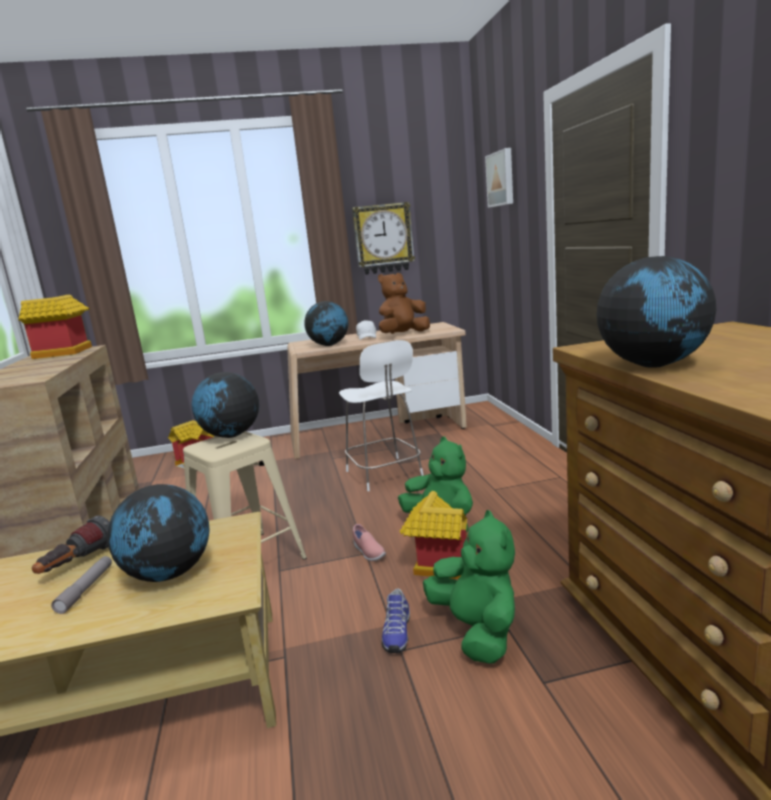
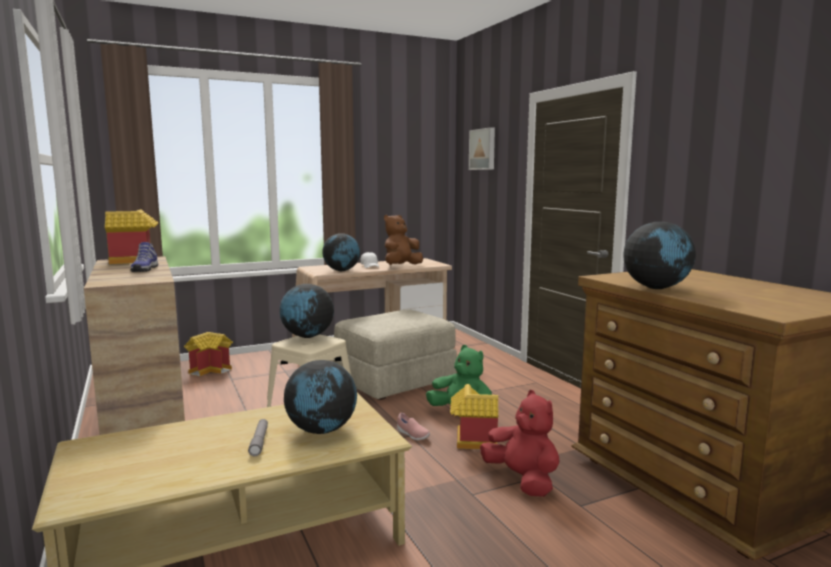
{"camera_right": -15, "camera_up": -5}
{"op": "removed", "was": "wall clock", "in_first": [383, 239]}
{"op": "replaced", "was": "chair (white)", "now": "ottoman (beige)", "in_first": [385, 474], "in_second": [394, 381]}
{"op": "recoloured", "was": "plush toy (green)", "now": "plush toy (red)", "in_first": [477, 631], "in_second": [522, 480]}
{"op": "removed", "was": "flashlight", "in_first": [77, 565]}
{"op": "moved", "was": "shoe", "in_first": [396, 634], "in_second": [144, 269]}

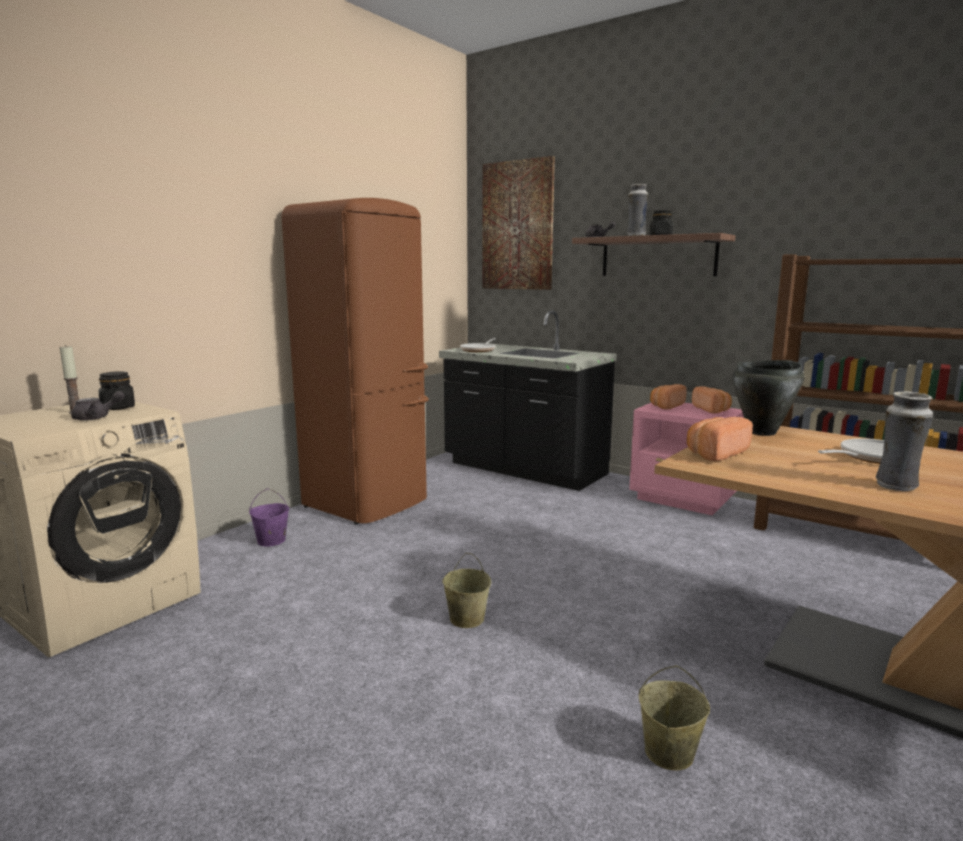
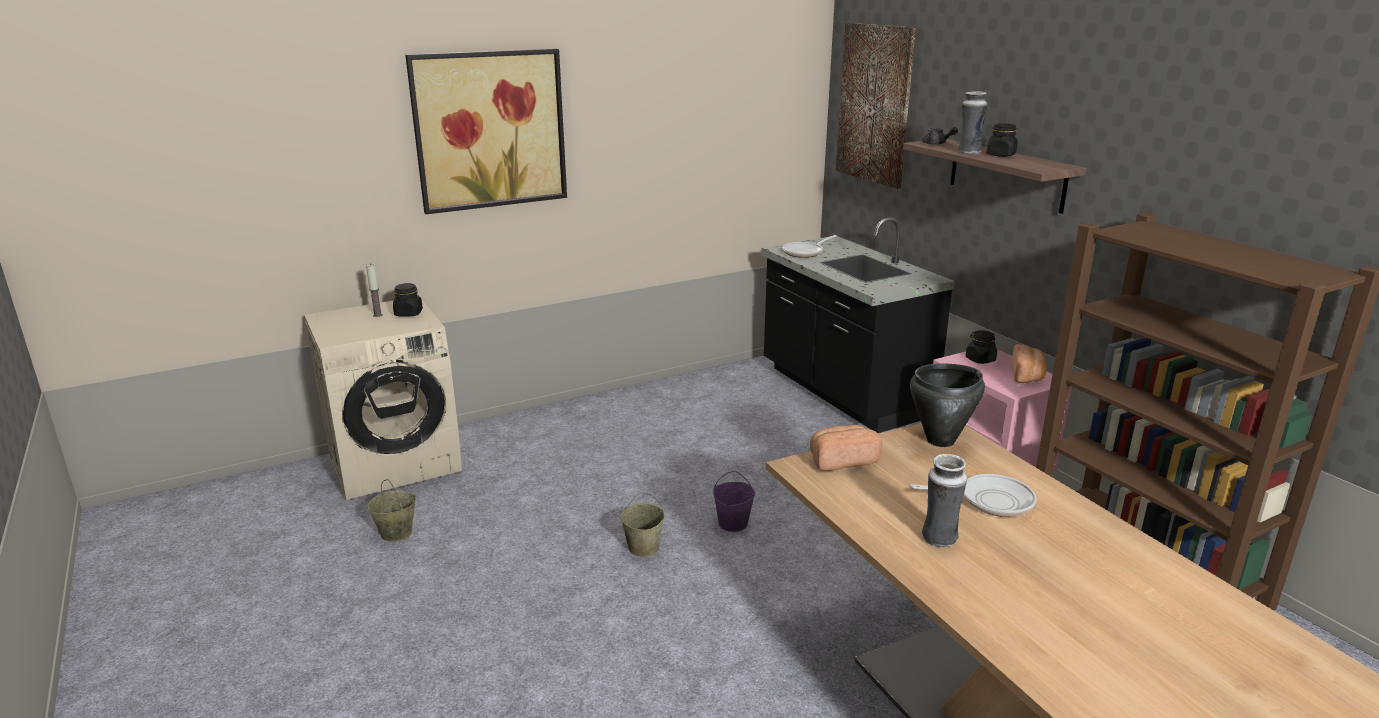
{"camera_right": 25, "camera_up": 10}
{"op": "removed", "was": "fridge (brown)", "in_first": [369, 503]}
{"op": "replaced", "was": "bread", "now": "jar (black)", "in_first": [666, 406], "in_second": [980, 359]}
{"op": "removed", "was": "teapot (grey)", "in_first": [97, 418]}
{"op": "moved", "was": "bucket (purple)", "in_first": [271, 541], "in_second": [732, 524]}
{"op": "moved", "was": "bucket (beige)", "in_first": [668, 753], "in_second": [396, 533]}
{"op": "added", "now": "picture", "in_second": [490, 130]}

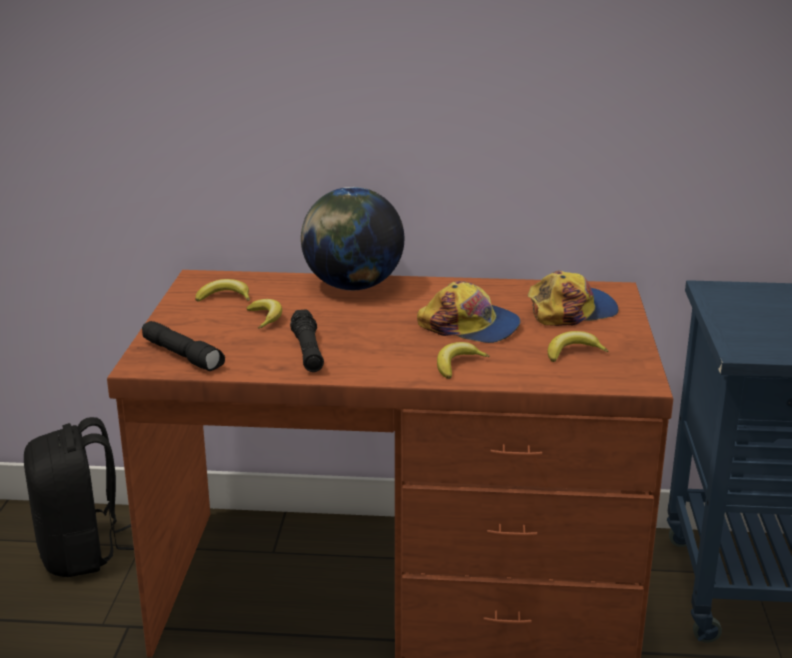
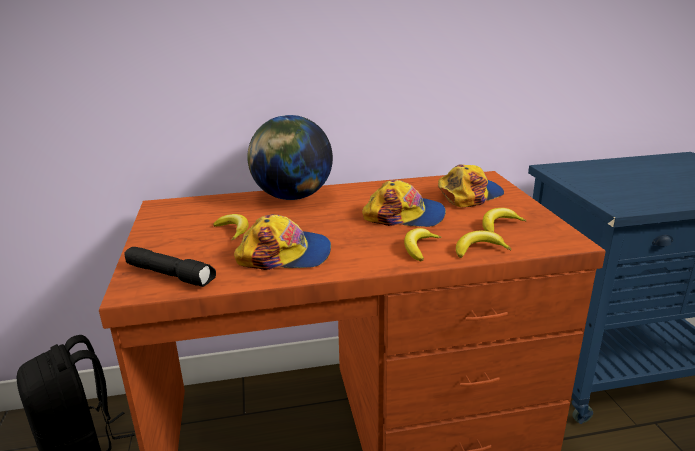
{"camera_right": -15, "camera_up": 0}
{"op": "moved", "was": "banana", "in_first": [224, 297], "in_second": [479, 249]}
{"op": "replaced", "was": "flashlight (black)", "now": "cap", "in_first": [308, 351], "in_second": [285, 254]}

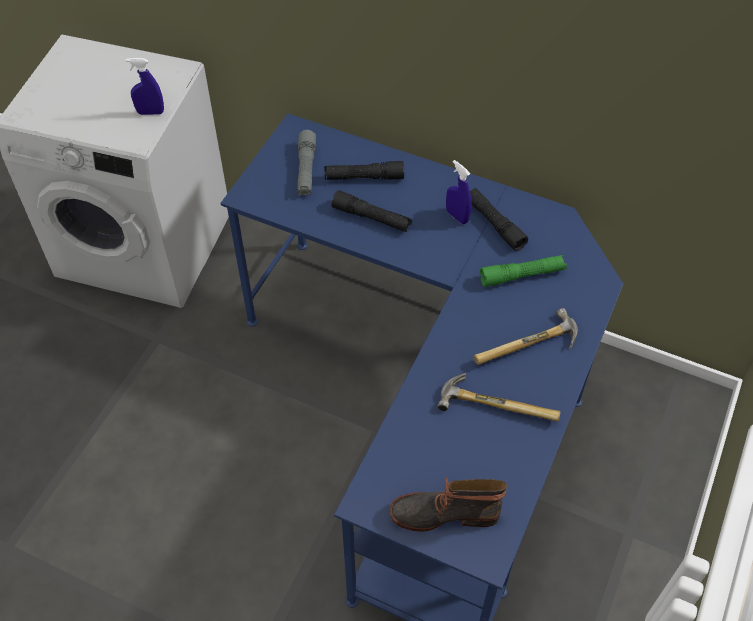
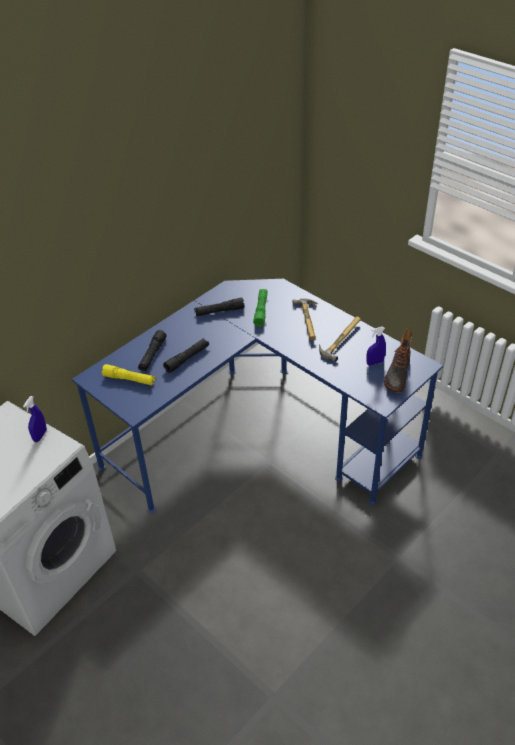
{"camera_right": -70, "camera_up": -10}
{"op": "recoloured", "was": "flashlight (grey)", "now": "flashlight (yellow)", "in_first": [306, 169], "in_second": [129, 379]}
{"op": "moved", "was": "spray bottle (blue)", "in_first": [457, 216], "in_second": [375, 362]}

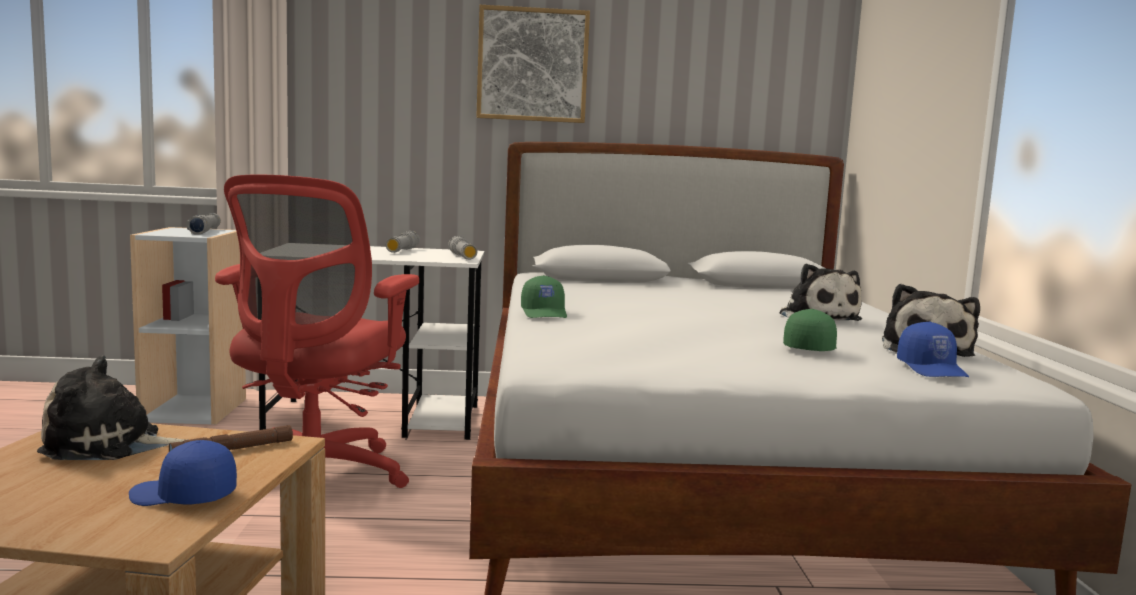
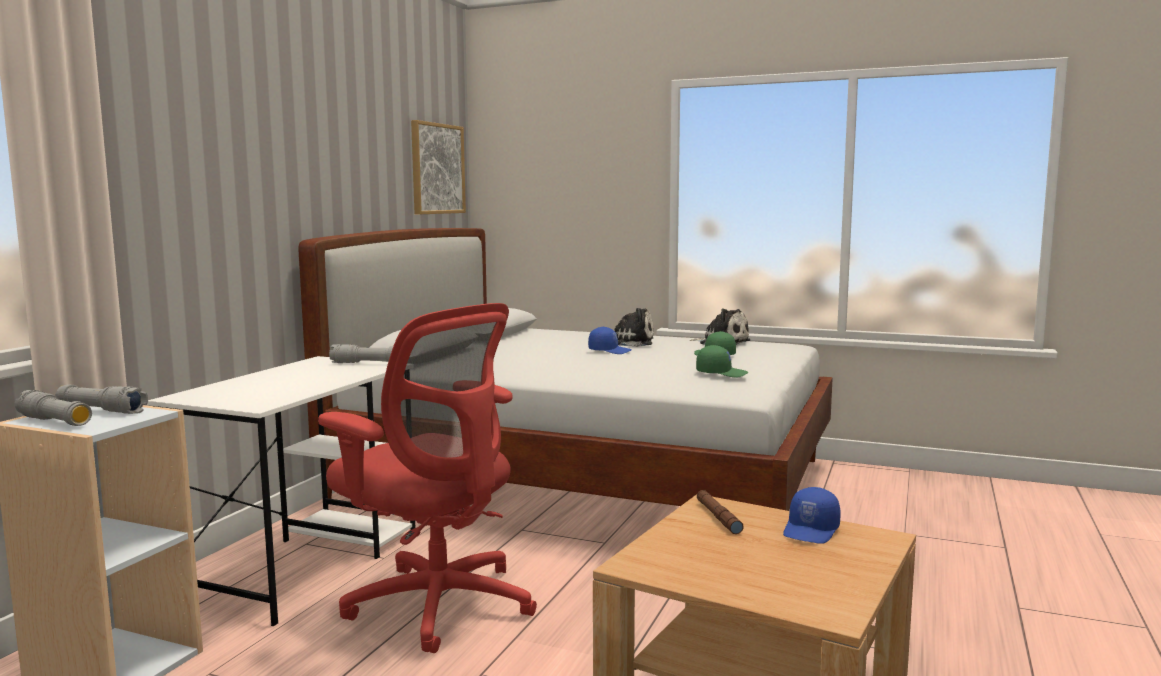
{"camera_right": -65, "camera_up": 0}
{"op": "moved", "was": "picture", "in_first": [532, 65], "in_second": [437, 169]}
{"op": "moved", "was": "flashlight (grey)", "in_first": [402, 251], "in_second": [55, 422]}
{"op": "moved", "was": "cap (green)", "in_first": [545, 313], "in_second": [721, 373]}
{"op": "moved", "was": "cap (blue)", "in_first": [933, 369], "in_second": [609, 351]}
{"op": "removed", "was": "plush toy", "in_first": [108, 445]}

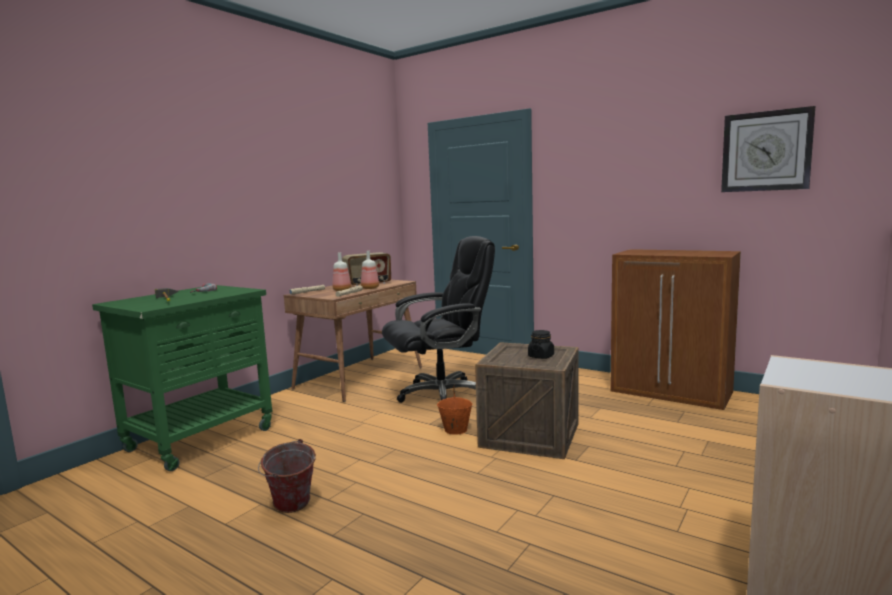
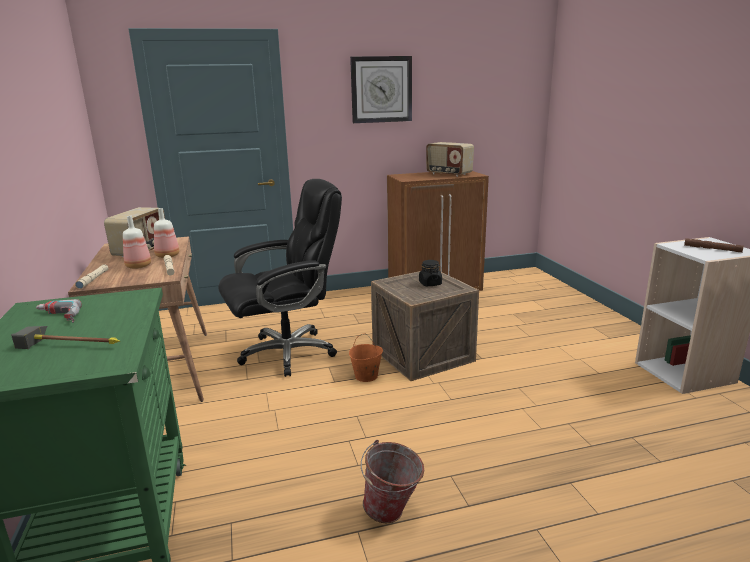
{"camera_right": -50, "camera_up": 10}
{"op": "moved", "was": "wall clock", "in_first": [766, 151], "in_second": [381, 89]}
{"op": "turned", "was": "office chair (black)", "in_first": [439, 395], "in_second": [285, 353], "clockwise": 45}
{"op": "added", "now": "radio", "in_second": [448, 174]}
{"op": "added", "now": "flashlight (brown)", "in_second": [712, 249]}

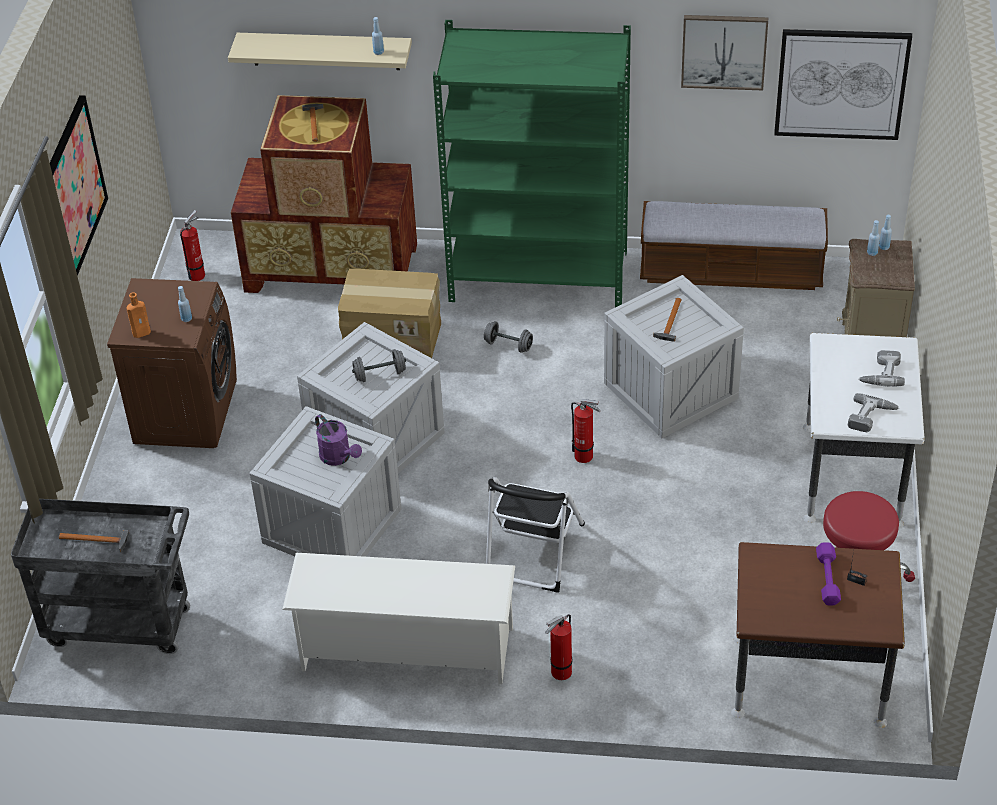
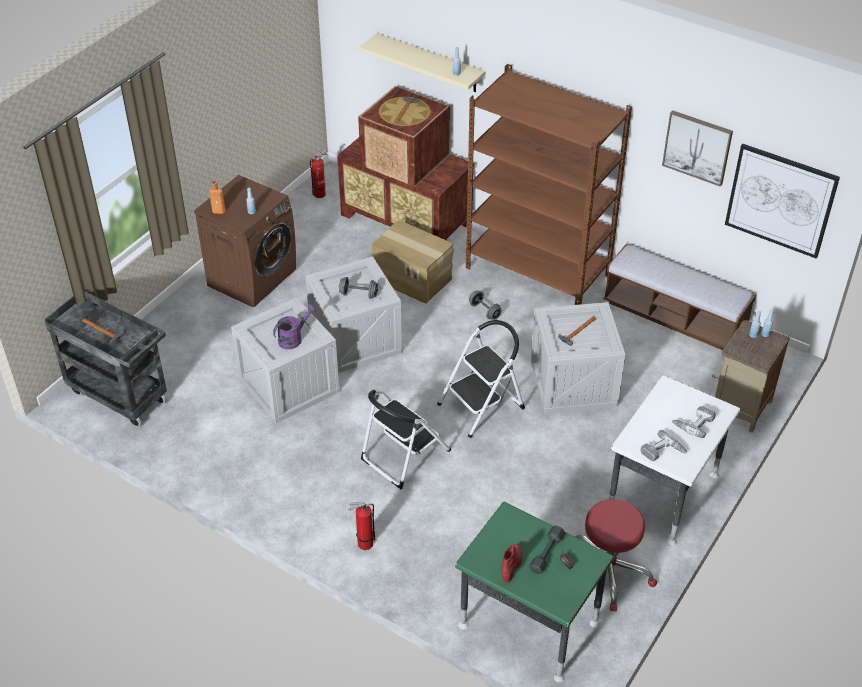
{"camera_right": 25, "camera_up": 0}
{"op": "recoloured", "was": "bookcase (green)", "now": "bookcase (brown)", "in_first": [539, 276], "in_second": [537, 272]}
{"op": "removed", "was": "picture", "in_first": [74, 187]}
{"op": "replaced", "was": "fire extinguisher", "now": "step ladder", "in_first": [586, 457], "in_second": [483, 405]}
{"op": "turned", "was": "watering can (purple)", "in_first": [339, 458], "in_second": [293, 338], "clockwise": -120}
{"op": "recoloured", "was": "desk (brown)", "now": "desk (green)", "in_first": [807, 680], "in_second": [528, 624]}
{"op": "recoloured", "was": "dumbbell (purple)", "now": "dumbbell (grey)", "in_first": [828, 578], "in_second": [546, 553]}
{"op": "removed", "was": "shoe rack (white)", "in_first": [405, 649]}
{"op": "added", "now": "boot (red)", "in_second": [511, 565]}

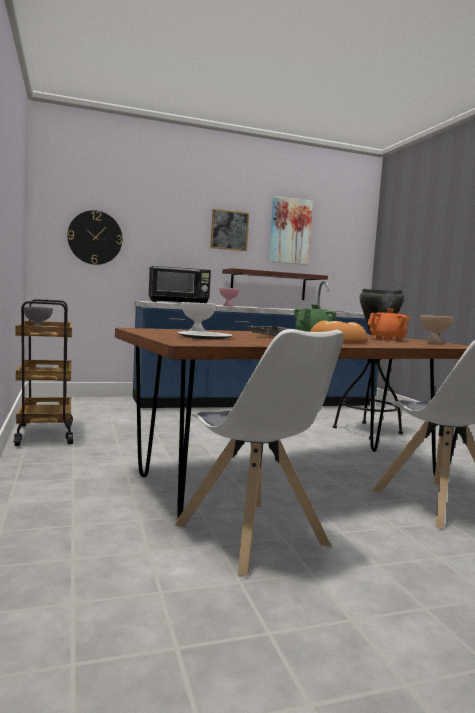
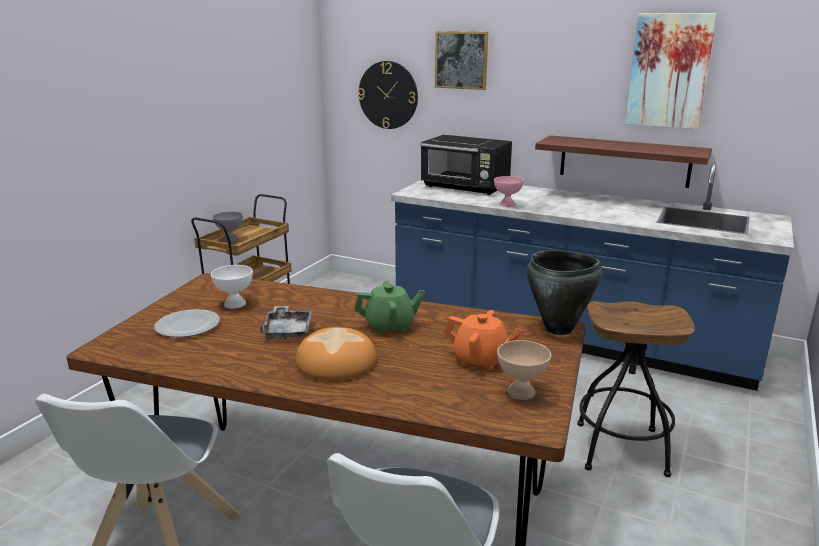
{"camera_right": 45, "camera_up": 15}
{"op": "moved", "was": "picture", "in_first": [229, 230], "in_second": [461, 60]}

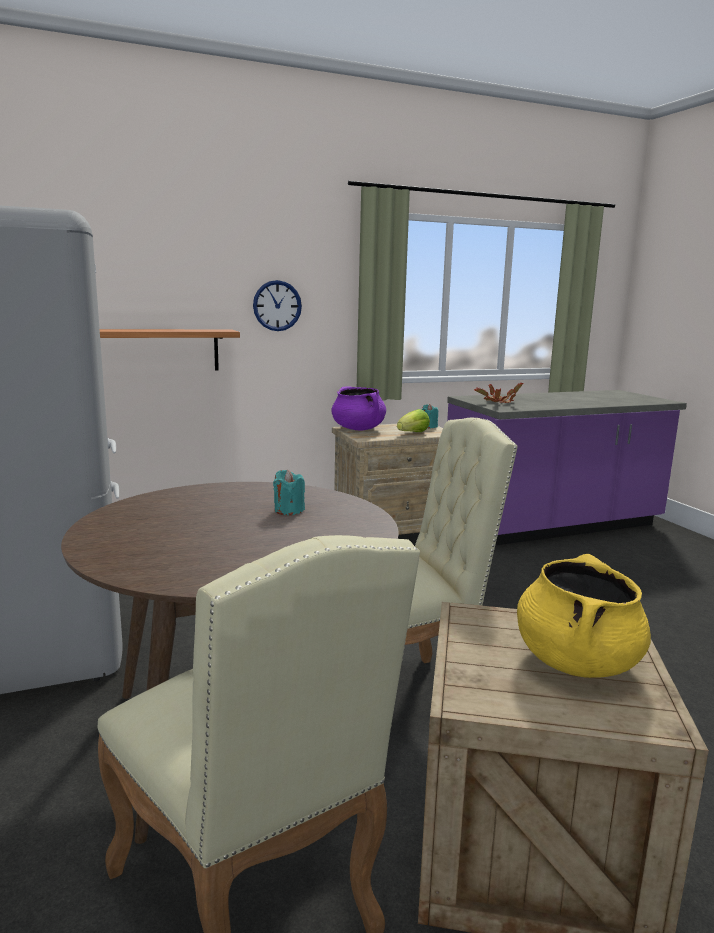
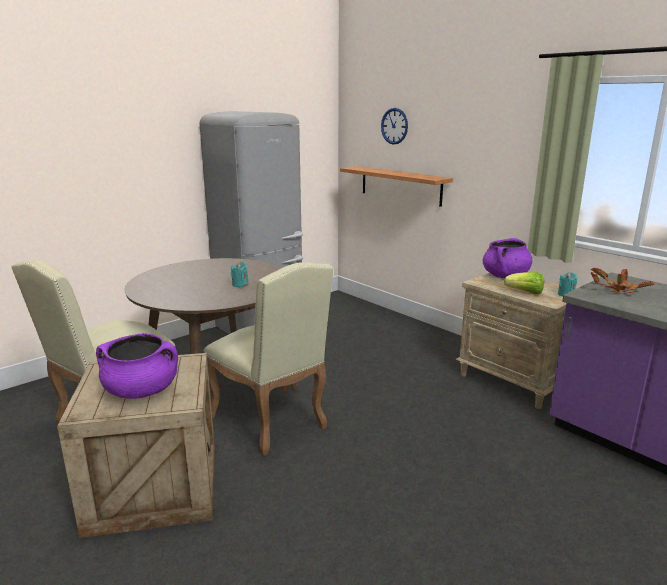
{"camera_right": 70, "camera_up": 5}
{"op": "moved", "was": "wall clock", "in_first": [277, 305], "in_second": [394, 126]}
{"op": "recoloured", "was": "cooking pot (yellow)", "now": "cooking pot (purple)", "in_first": [576, 661], "in_second": [142, 391]}

